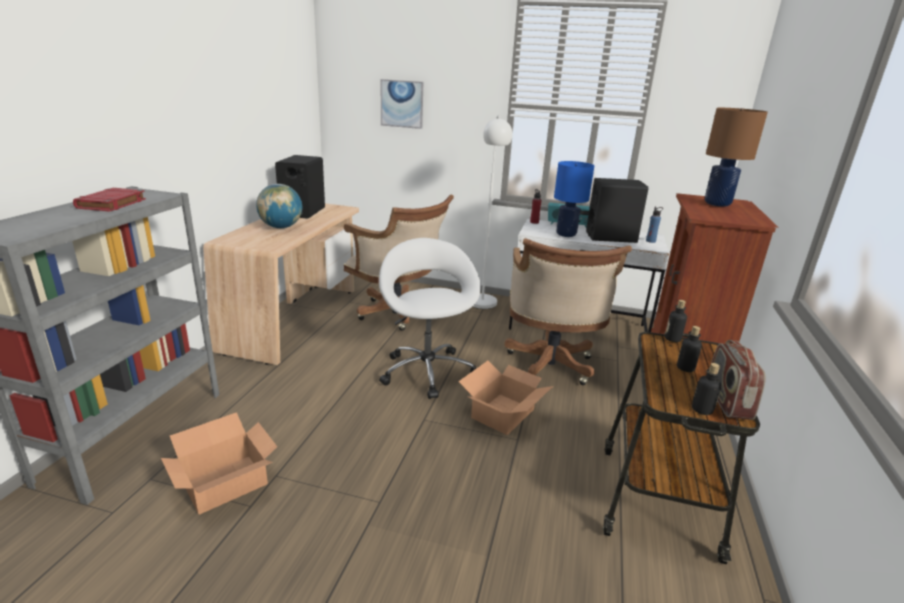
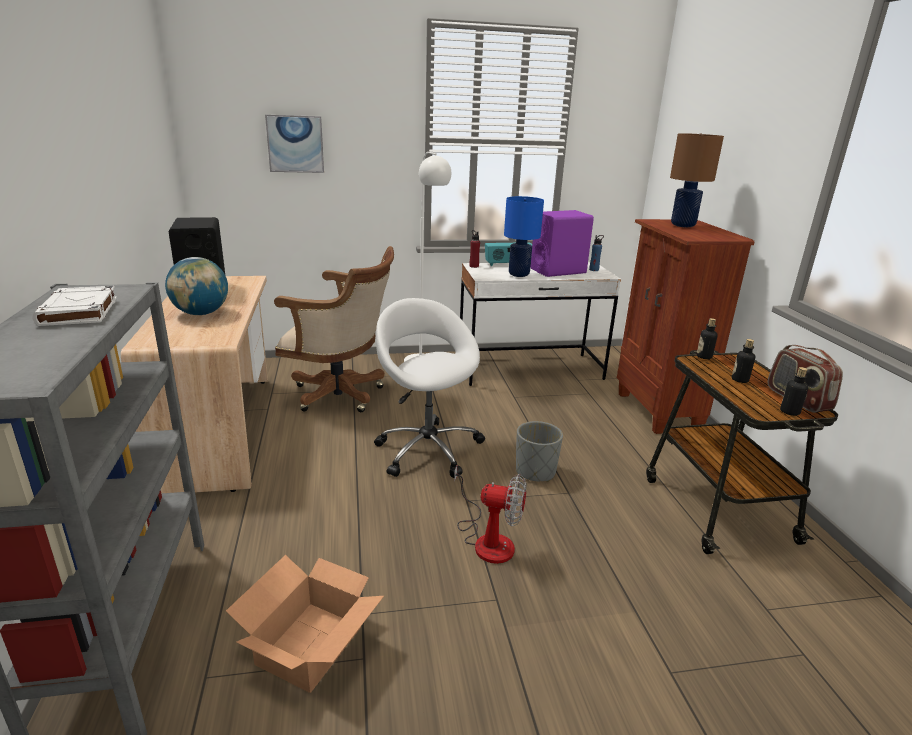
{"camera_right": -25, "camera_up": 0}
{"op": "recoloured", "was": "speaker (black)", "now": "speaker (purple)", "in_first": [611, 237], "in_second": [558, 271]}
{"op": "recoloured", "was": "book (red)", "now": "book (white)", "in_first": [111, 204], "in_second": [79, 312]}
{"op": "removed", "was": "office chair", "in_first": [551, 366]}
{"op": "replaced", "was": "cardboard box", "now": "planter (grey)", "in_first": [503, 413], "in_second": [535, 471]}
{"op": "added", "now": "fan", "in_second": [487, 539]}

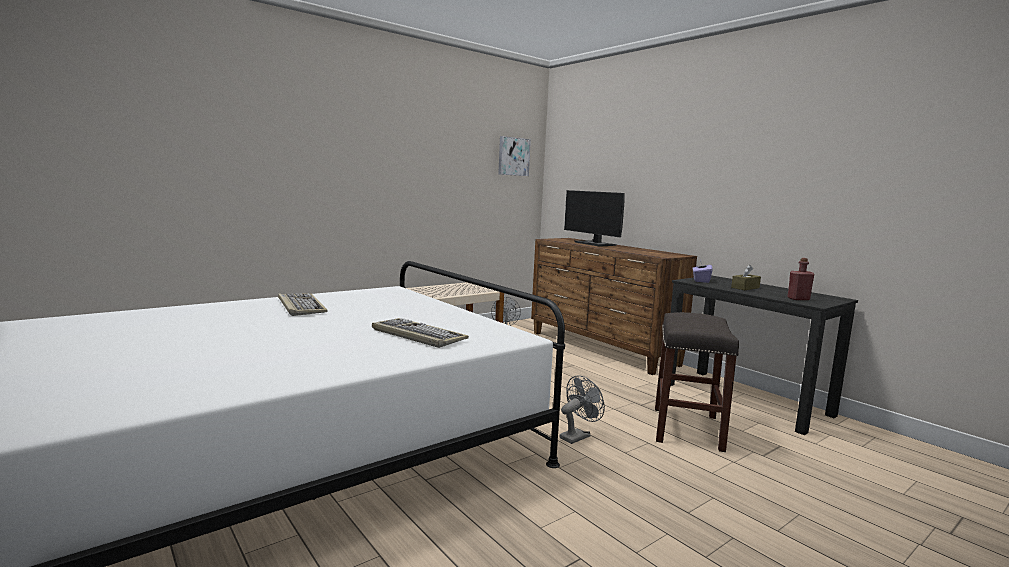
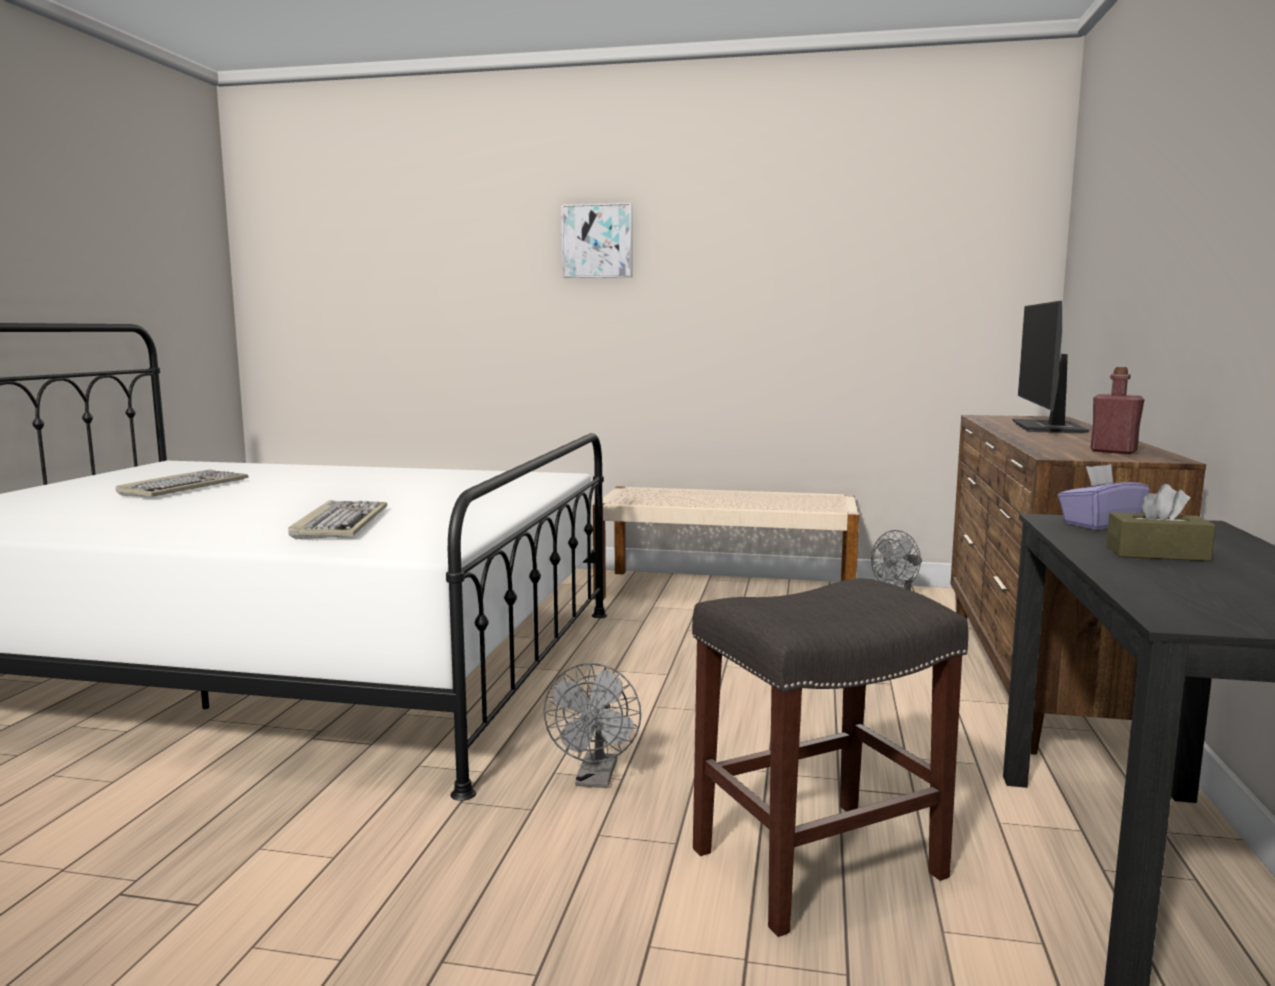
{"camera_right": 50, "camera_up": 0}
{"op": "moved", "was": "picture", "in_first": [513, 156], "in_second": [597, 241]}
{"op": "moved", "was": "bottle (red)", "in_first": [798, 299], "in_second": [1113, 452]}
{"op": "moved", "was": "keyboard", "in_first": [300, 306], "in_second": [184, 488]}
{"op": "turned", "was": "fan (grey)", "in_first": [577, 436], "in_second": [596, 779], "clockwise": 90}

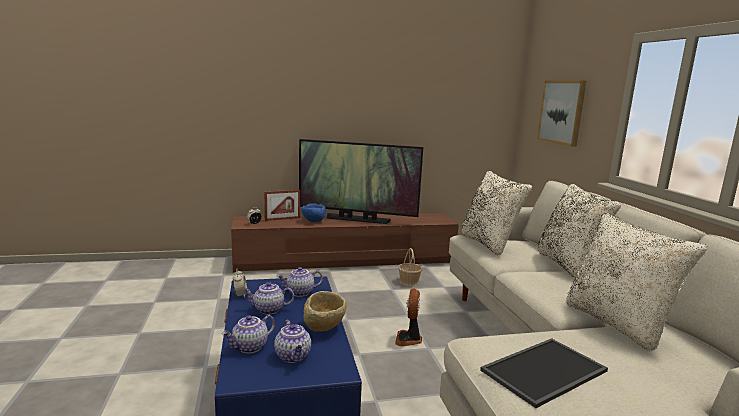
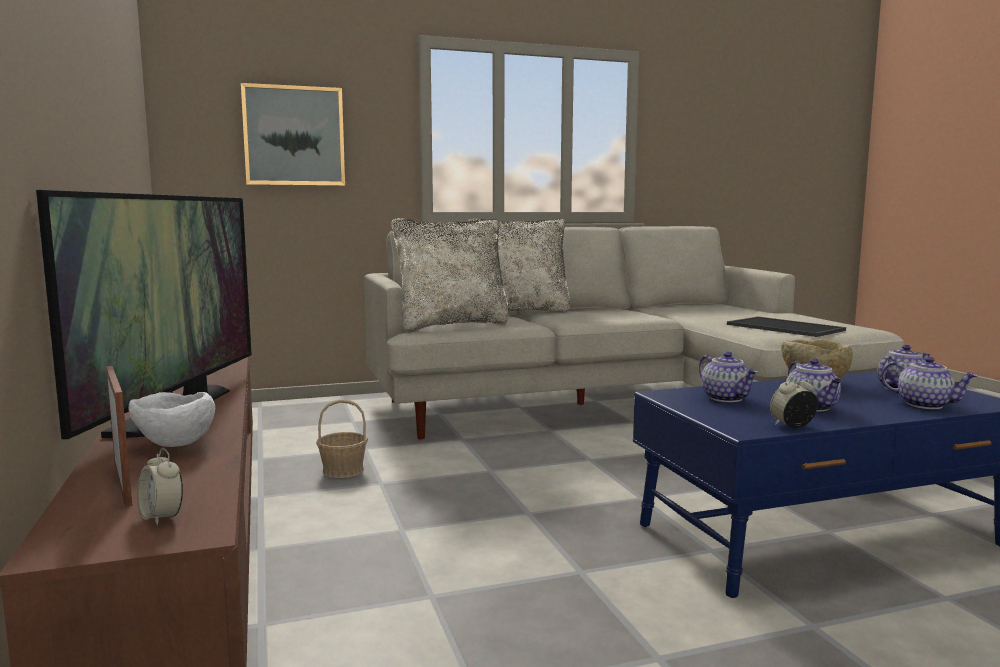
{"camera_right": -95, "camera_up": -5}
{"op": "recoloured", "was": "bowl (blue)", "now": "bowl (white)", "in_first": [313, 221], "in_second": [174, 447]}
{"op": "removed", "was": "pillow (beige)", "in_first": [616, 326]}
{"op": "removed", "was": "fan", "in_first": [409, 339]}

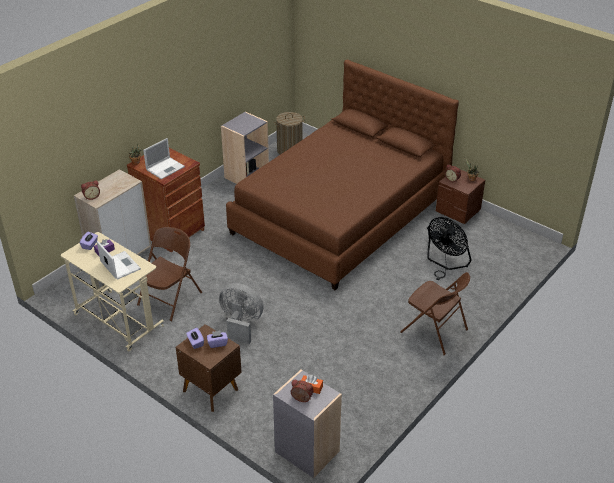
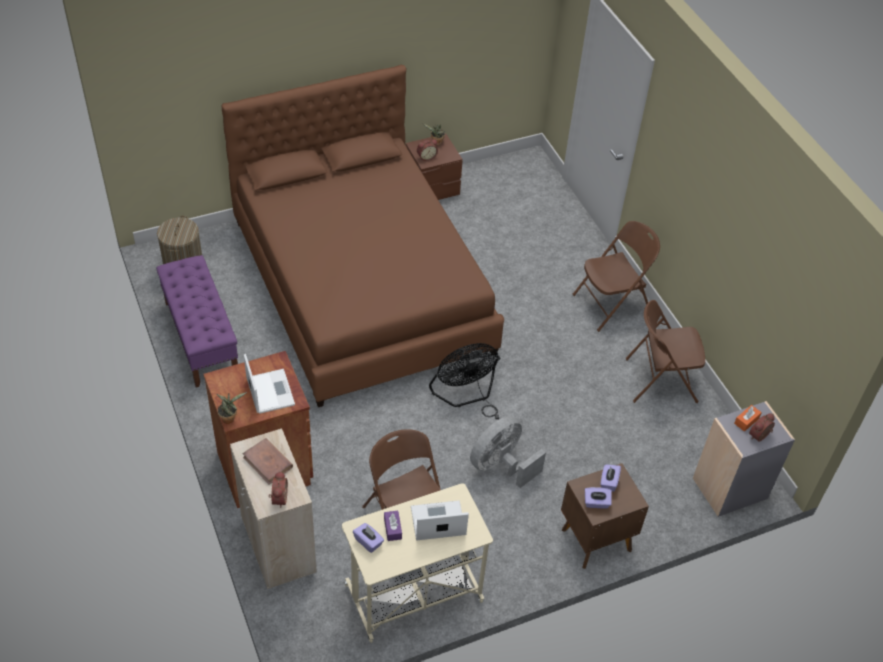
{"camera_right": -65, "camera_up": 10}
{"op": "replaced", "was": "bookcase (grey)", "now": "bench (purple)", "in_first": [246, 175], "in_second": [201, 338]}
{"op": "moved", "was": "fan (black)", "in_first": [443, 262], "in_second": [470, 395]}
{"op": "added", "now": "chair (brown)", "in_second": [661, 380]}
{"op": "added", "now": "book (brown)", "in_second": [268, 462]}

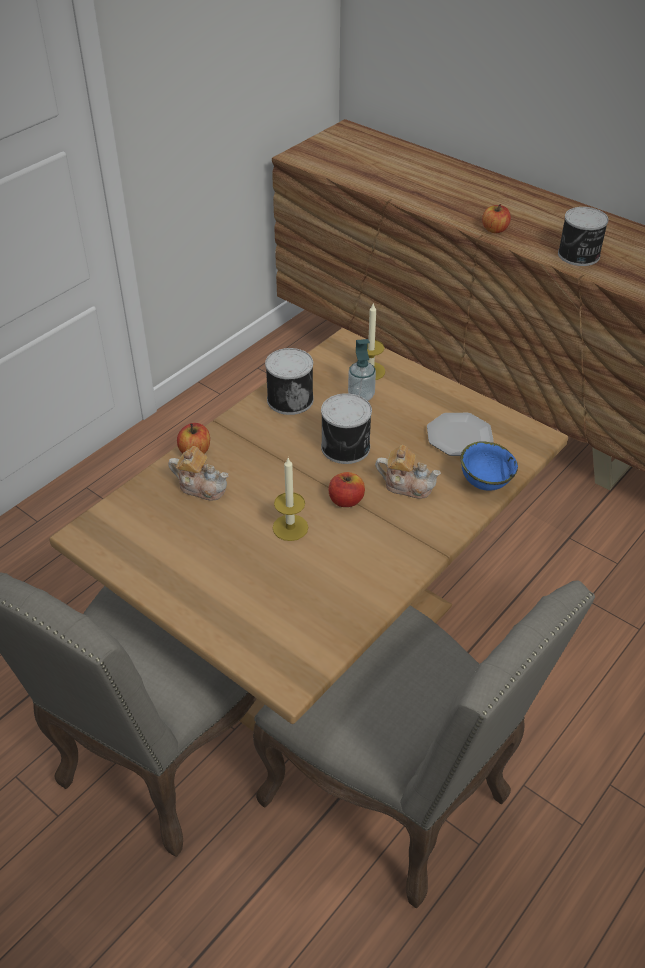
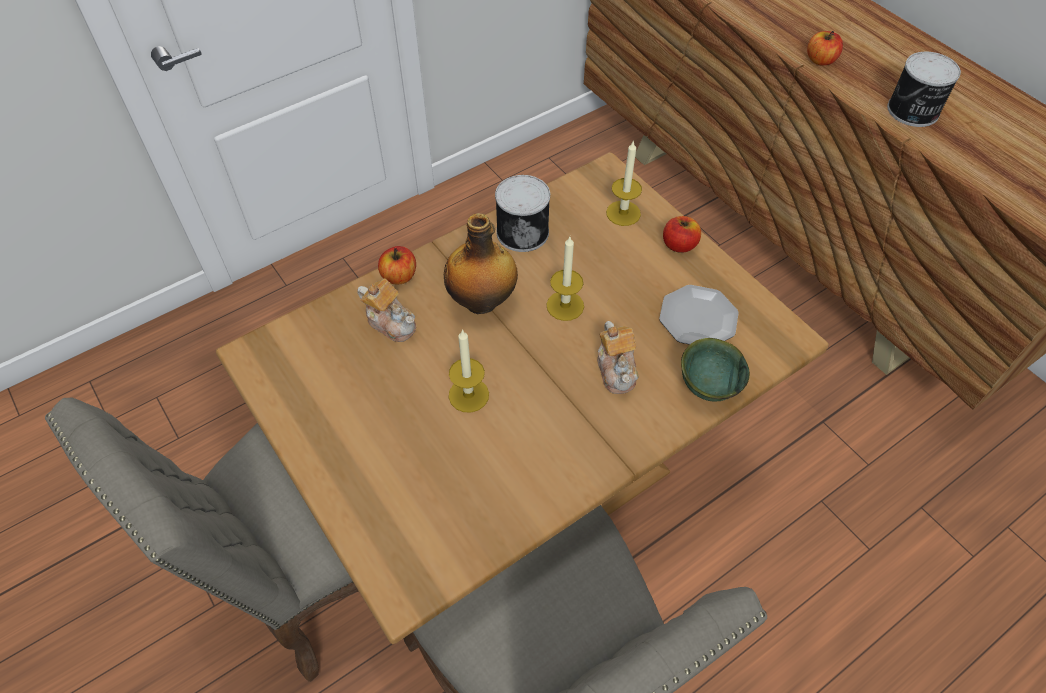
{"camera_right": 15, "camera_up": 10}
{"op": "removed", "was": "soap dispenser", "in_first": [361, 396]}
{"op": "replaced", "was": "can", "now": "candle", "in_first": [347, 447], "in_second": [565, 305]}
{"op": "recoloured", "was": "bowl (blue)", "now": "bowl (green)", "in_first": [484, 483], "in_second": [708, 386]}
{"op": "turned", "was": "teapot", "in_first": [407, 485], "in_second": [617, 369], "clockwise": 45}
{"op": "moved", "was": "apple", "in_first": [346, 500], "in_second": [679, 245]}
{"op": "added", "now": "bottle", "in_second": [482, 301]}

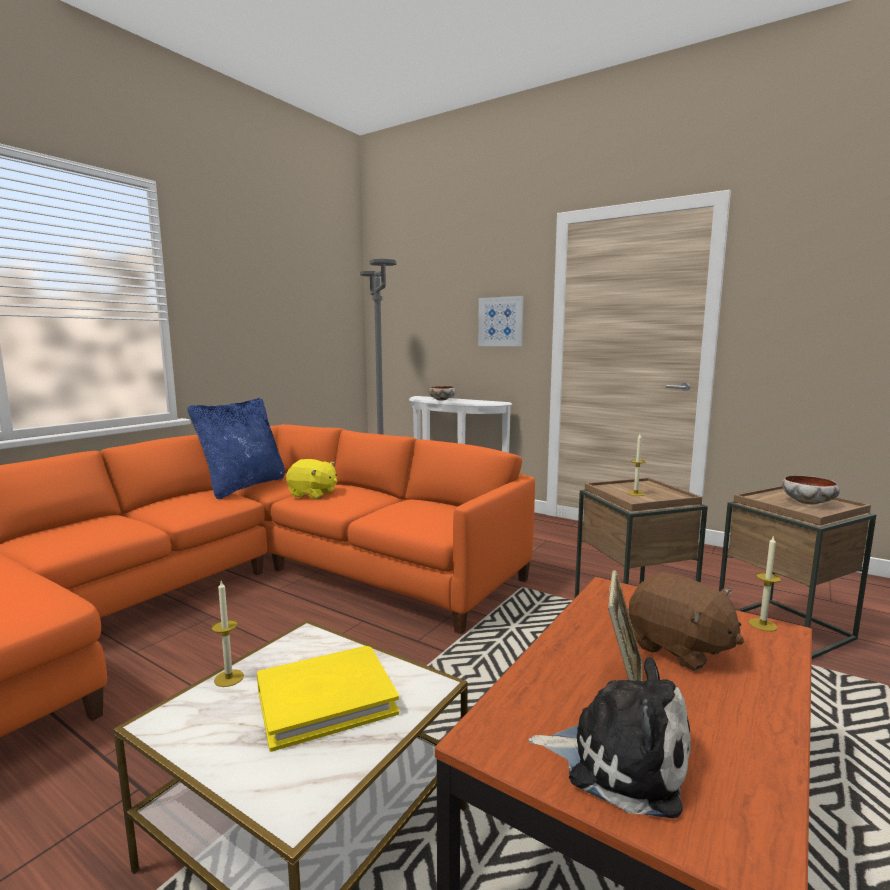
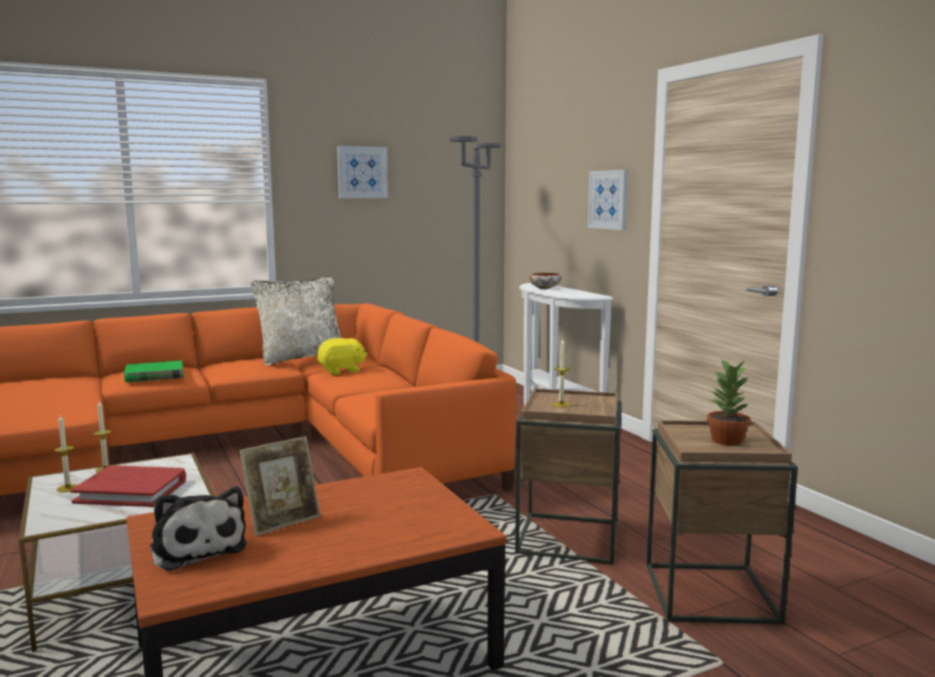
{"camera_right": 30, "camera_up": 0}
{"op": "recoloured", "was": "pillow (blue)", "now": "pillow (beige)", "in_first": [245, 487], "in_second": [302, 359]}
{"op": "turned", "was": "plush toy (yellow)", "in_first": [313, 494], "in_second": [342, 371], "clockwise": -75}
{"op": "replaced", "was": "bowl", "now": "potted plant", "in_first": [809, 503], "in_second": [727, 441]}
{"op": "moved", "was": "candle", "in_first": [762, 625], "in_second": [68, 488]}
{"op": "removed", "was": "plush toy (brown)", "in_first": [679, 648]}
{"op": "recoloured", "was": "book (yellow)", "now": "book (red)", "in_first": [325, 699], "in_second": [132, 491]}
{"op": "added", "now": "picture", "in_second": [362, 172]}
{"op": "added", "now": "book (green)", "in_second": [154, 375]}

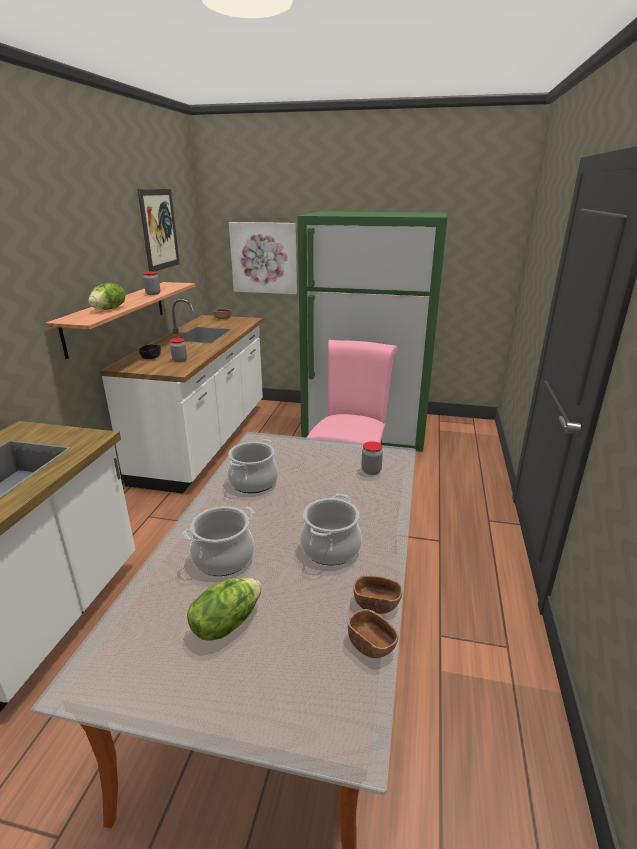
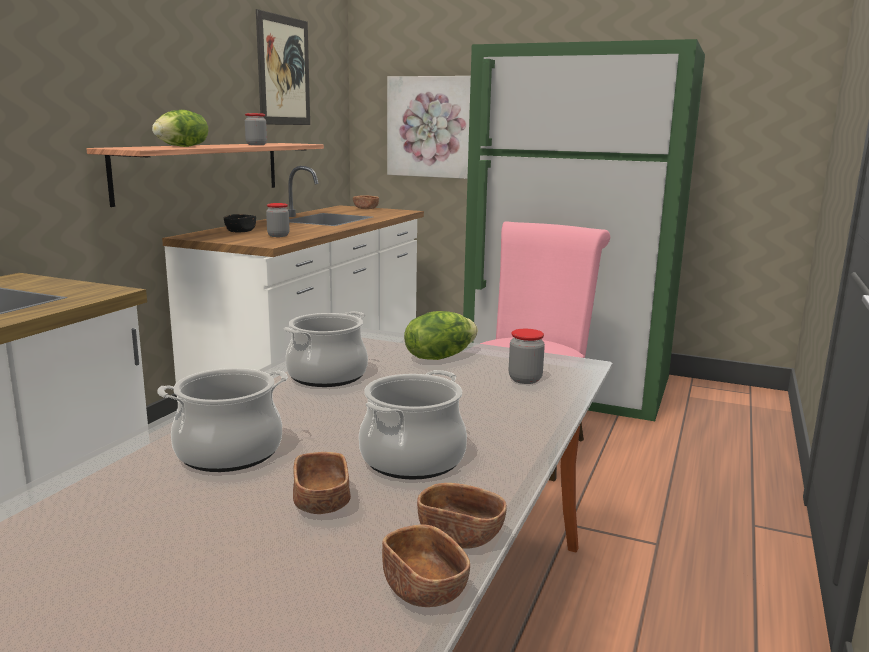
{"camera_right": 10, "camera_up": -10}
{"op": "moved", "was": "lettuce", "in_first": [225, 623], "in_second": [439, 357]}
{"op": "added", "now": "bowl (brown)", "in_second": [321, 502]}

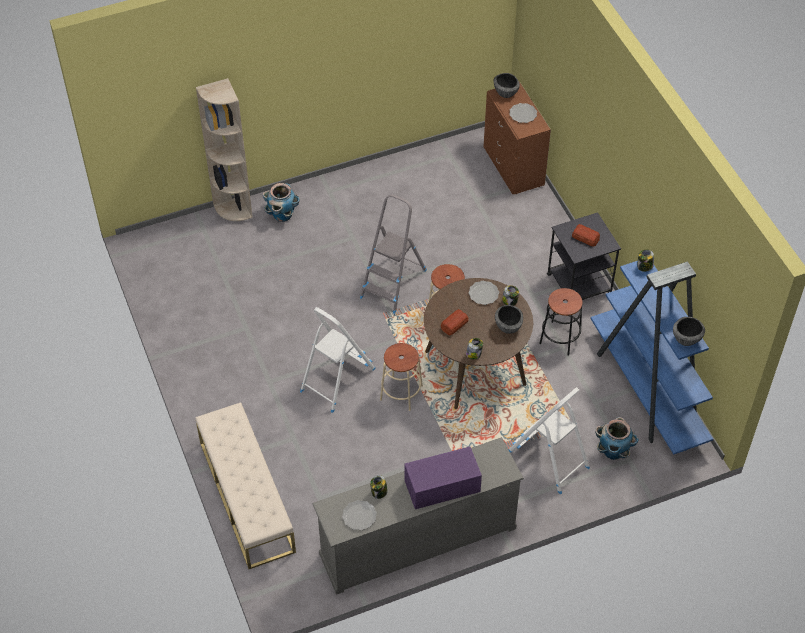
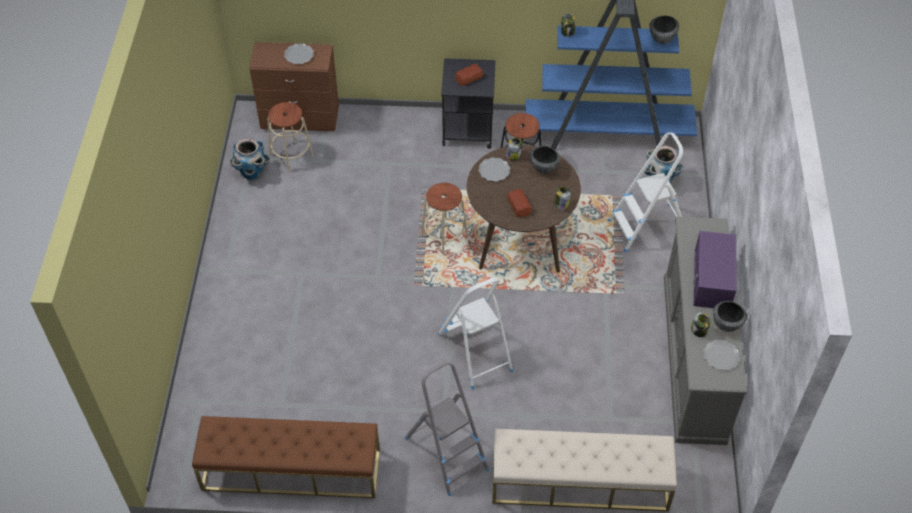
{"camera_right": -65, "camera_up": 0}
{"op": "moved", "was": "bowl", "in_first": [505, 93], "in_second": [726, 325]}
{"op": "removed", "was": "bookcase (beige)", "in_first": [234, 213]}
{"op": "moved", "was": "planter", "in_first": [282, 215], "in_second": [252, 173]}
{"op": "moved", "was": "step ladder (grey)", "in_first": [393, 284], "in_second": [447, 454]}
{"op": "moved", "was": "stool (beige)", "in_first": [401, 393], "in_second": [291, 155]}
{"op": "added", "now": "bench (brown)", "in_second": [291, 470]}

